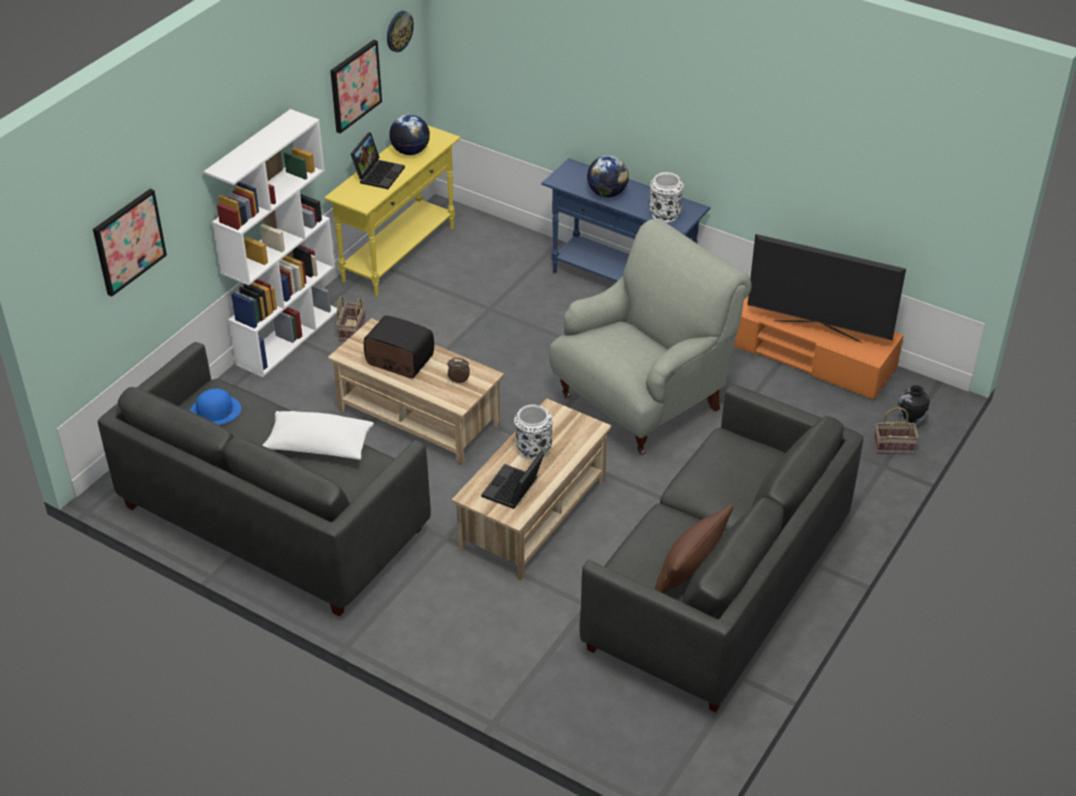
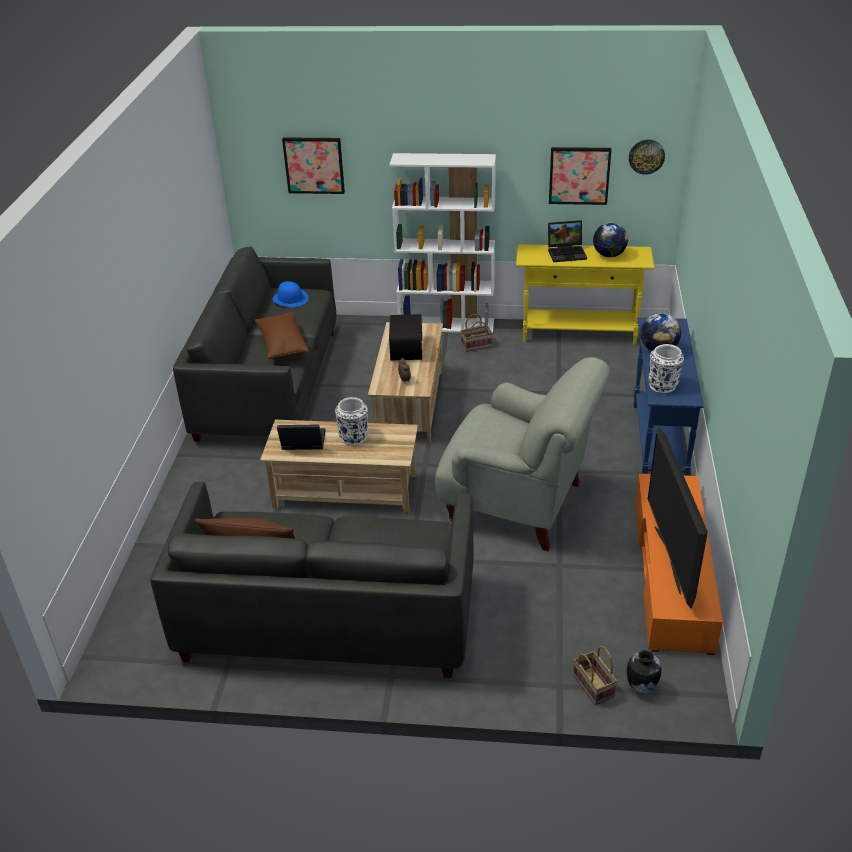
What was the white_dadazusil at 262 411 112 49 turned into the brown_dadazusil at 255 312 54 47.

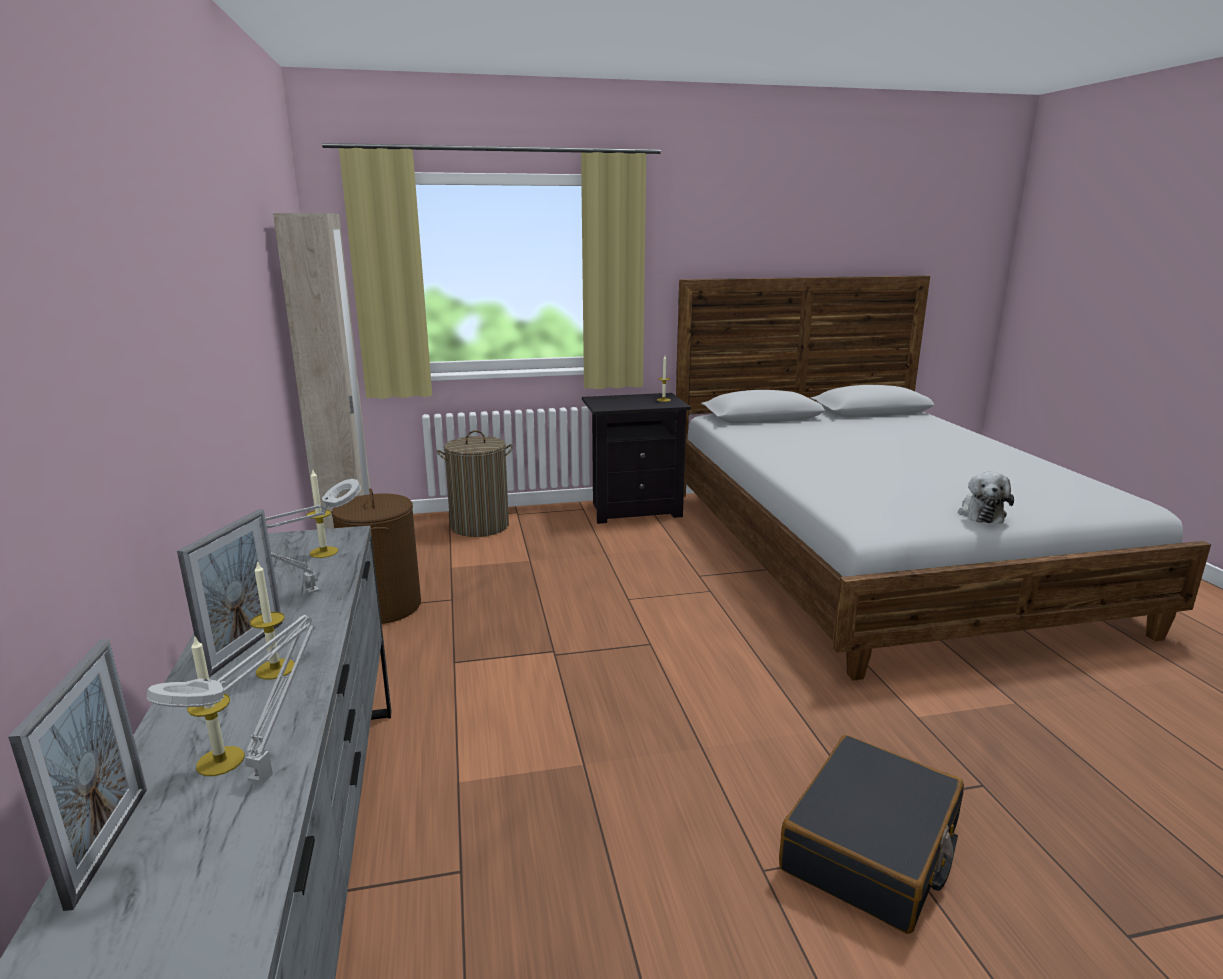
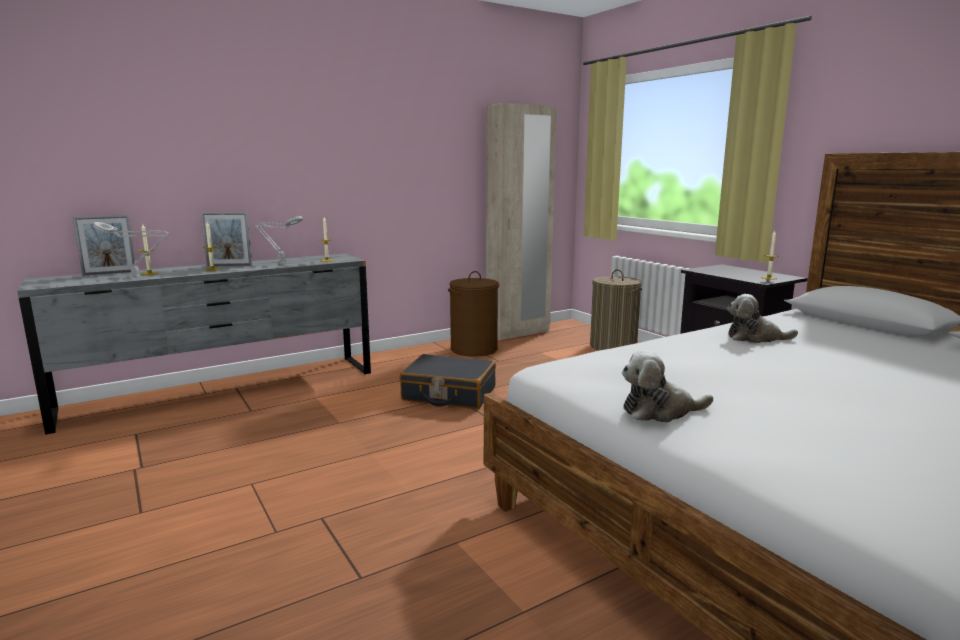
The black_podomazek ended up elsewhere, having gone from 779 735 185 199 to 399 354 97 55. The second view gained the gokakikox at 727 294 71 49.

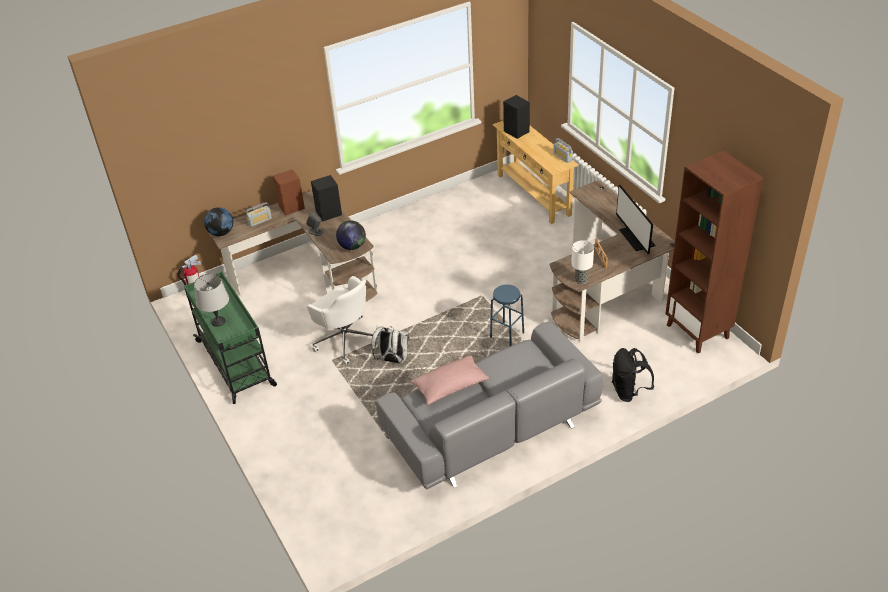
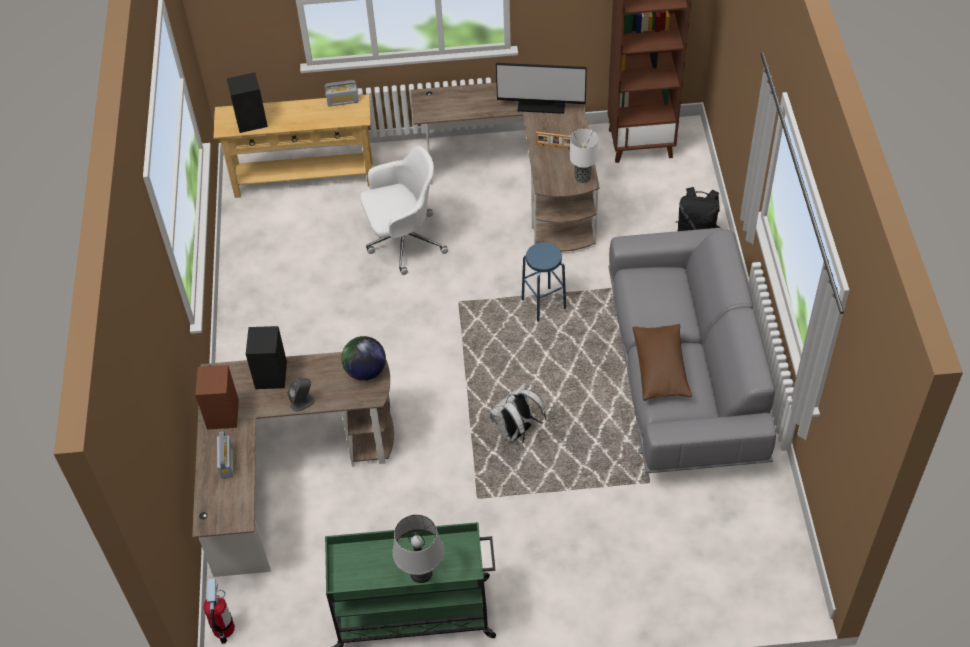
The second view lost the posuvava at 204 207 29 29. The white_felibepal ended up elsewhere, having gone from 307 276 72 89 to 360 146 88 129. What was the pink_dadazusil at 411 355 78 50 turned into the brown_dadazusil at 633 324 59 77.

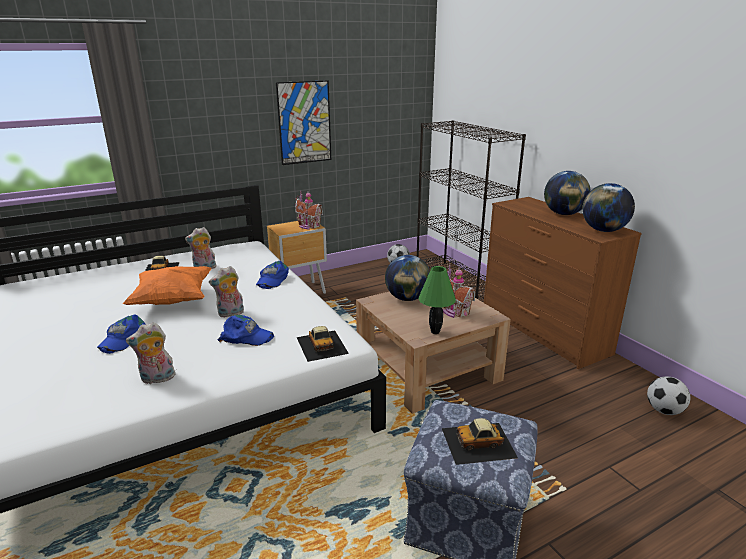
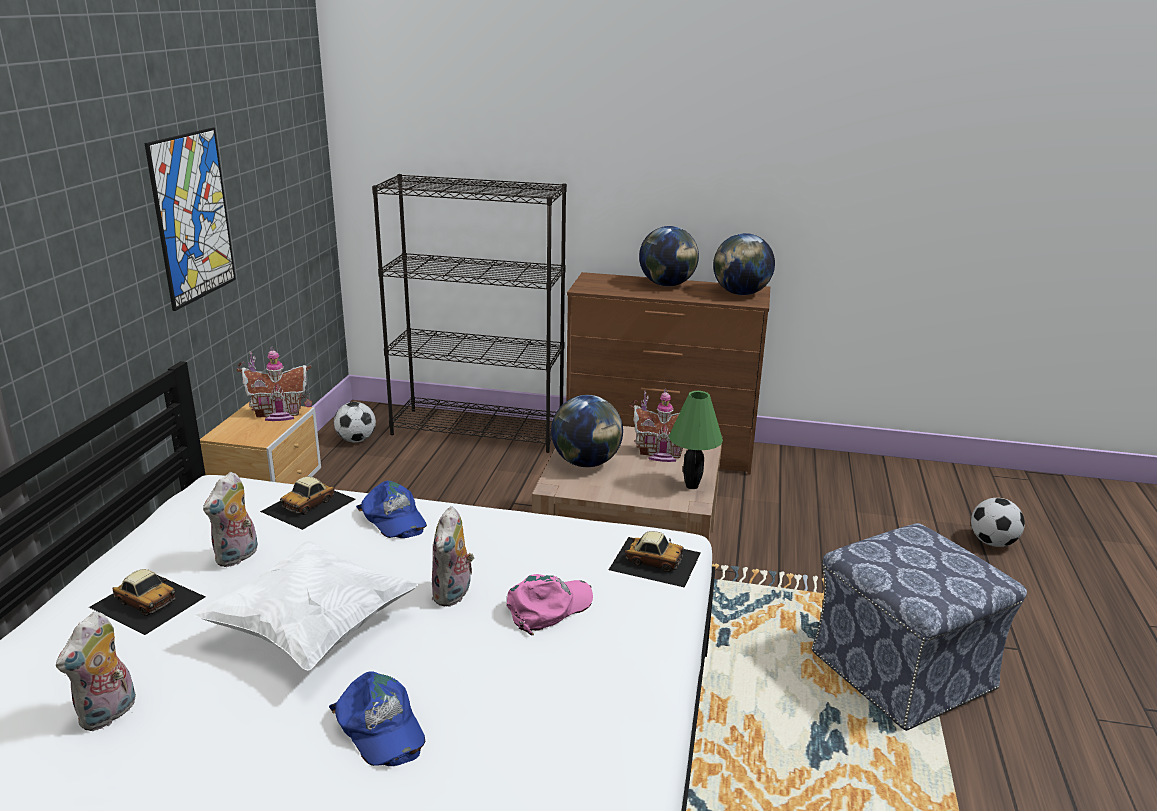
What was the orange_dadazusil at 123 266 89 39 turned into the white_dadazusil at 193 541 225 130. What was the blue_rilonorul at 218 315 56 31 turned into the pink_rilonorul at 506 574 87 61. The gokakikox ended up elsewhere, having gone from 126 322 50 62 to 56 612 80 119. The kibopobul ended up elsewhere, having gone from 647 376 44 39 to 971 498 54 49. The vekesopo ended up elsewhere, having gone from 442 418 76 47 to 260 477 96 53.

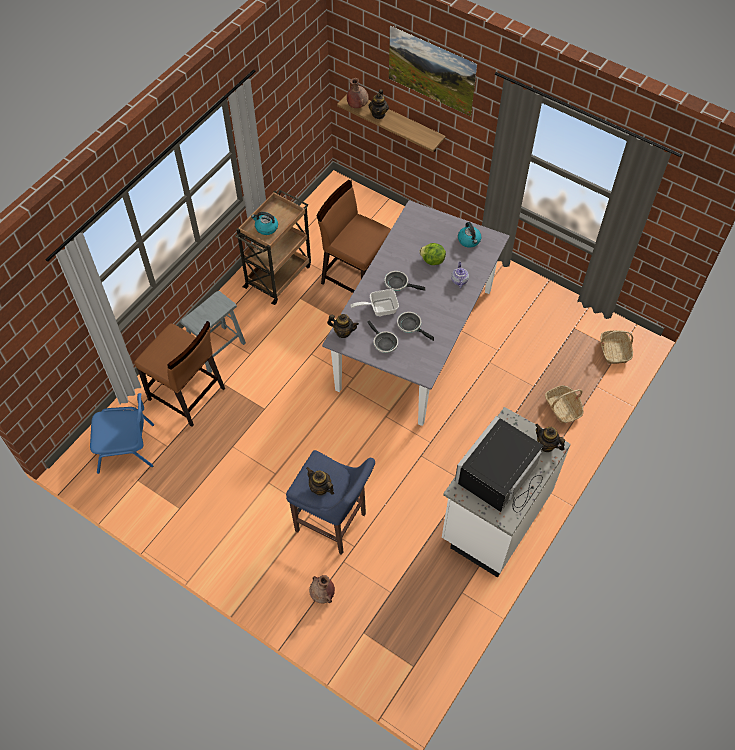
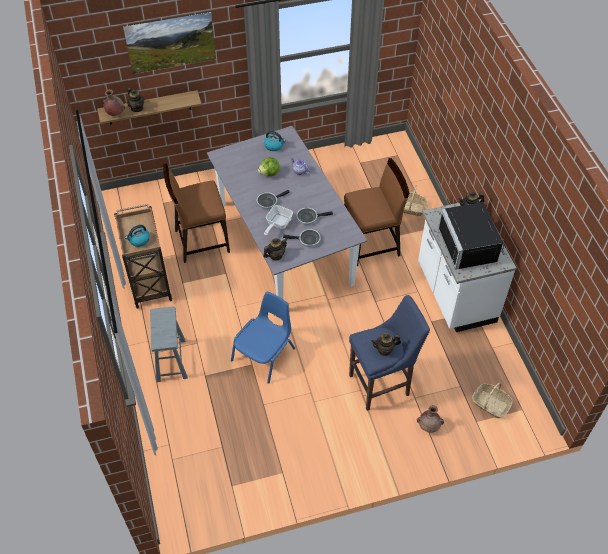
The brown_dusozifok ended up elsewhere, having gone from 134 321 91 106 to 344 158 66 108. The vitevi ended up elsewhere, having gone from 600 330 33 34 to 472 382 41 36. The blue_dusozifok ended up elsewhere, having gone from 90 393 64 81 to 231 292 64 92.

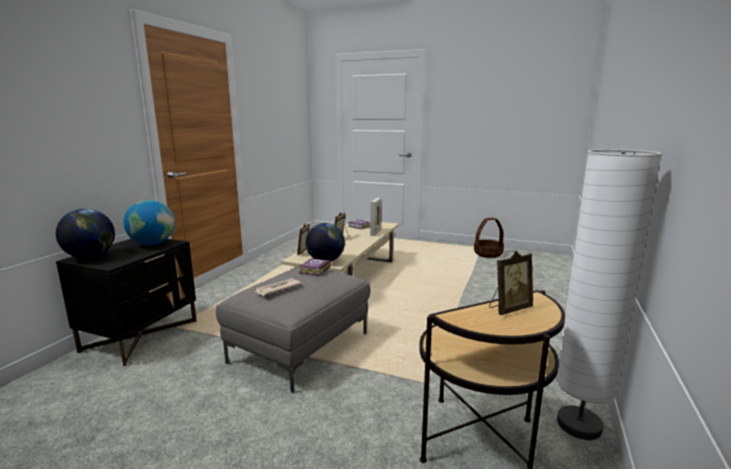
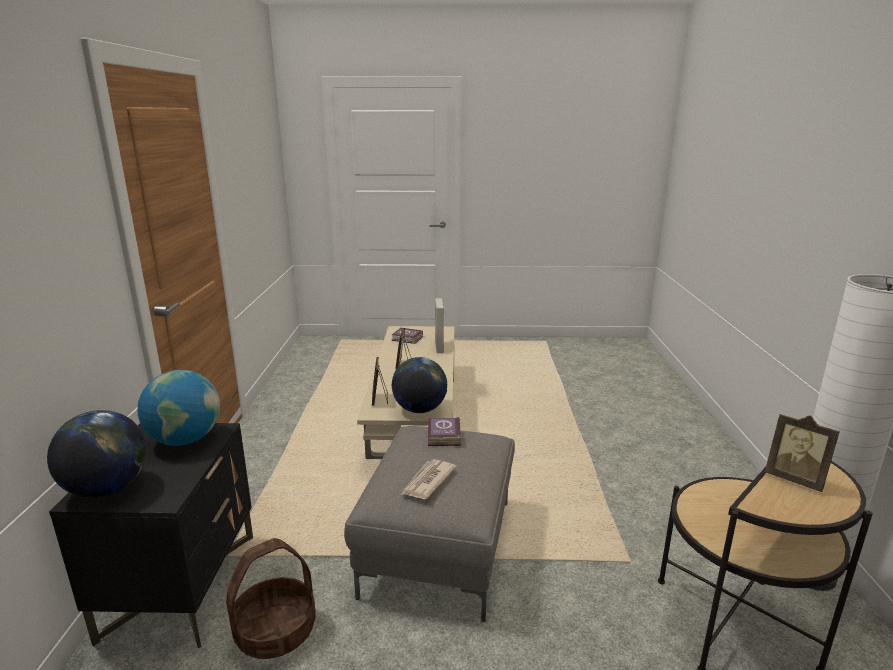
The vitevi ended up elsewhere, having gone from 474 218 30 40 to 226 538 90 121. The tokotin at 489 251 44 64 ended up facing another way, 90 degrees clockwise from before.

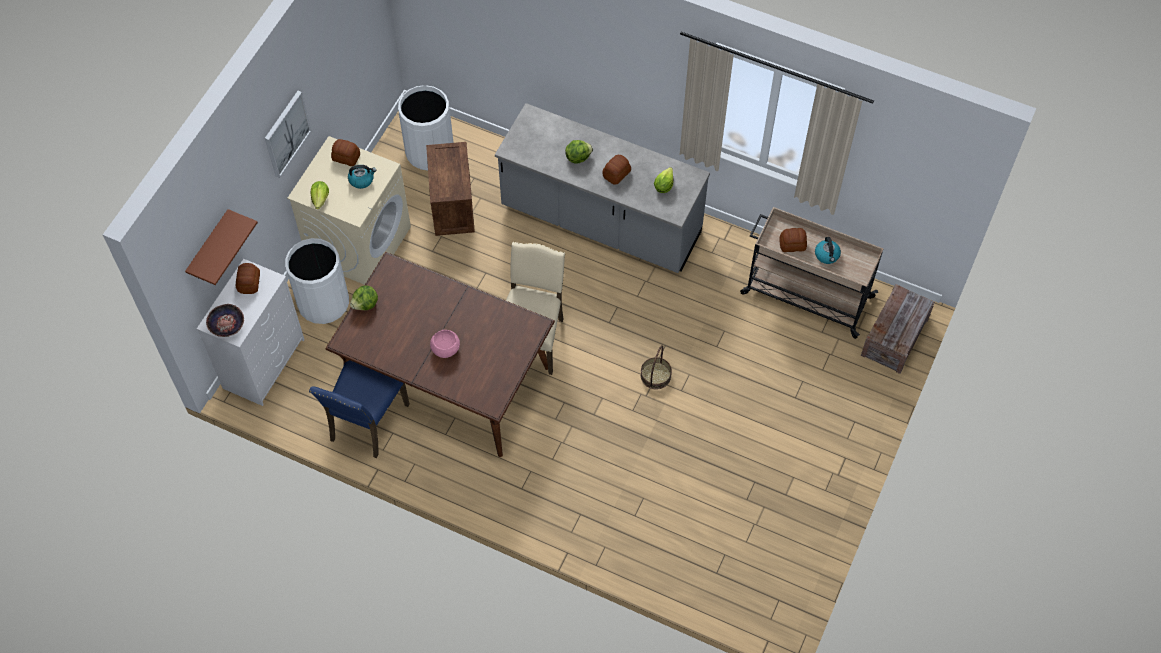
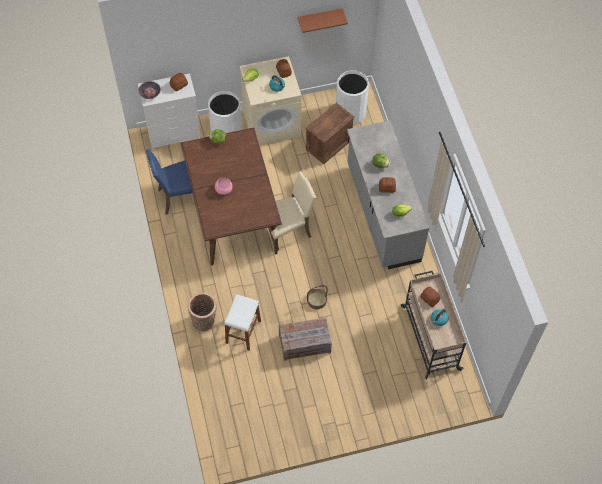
The second view lost the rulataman at 265 91 46 87. The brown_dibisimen ended up elsewhere, having gone from 185 209 73 76 to 297 8 51 25. The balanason ended up elsewhere, having gone from 861 284 74 90 to 279 318 53 43. The second view gained the vitevi at 188 292 29 39. The second view gained the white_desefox at 224 294 37 57.

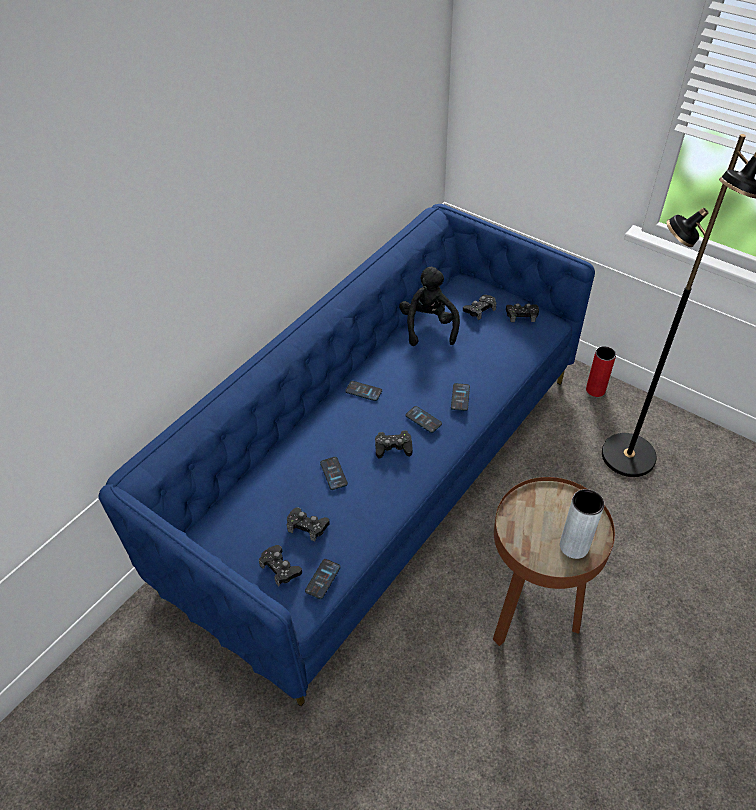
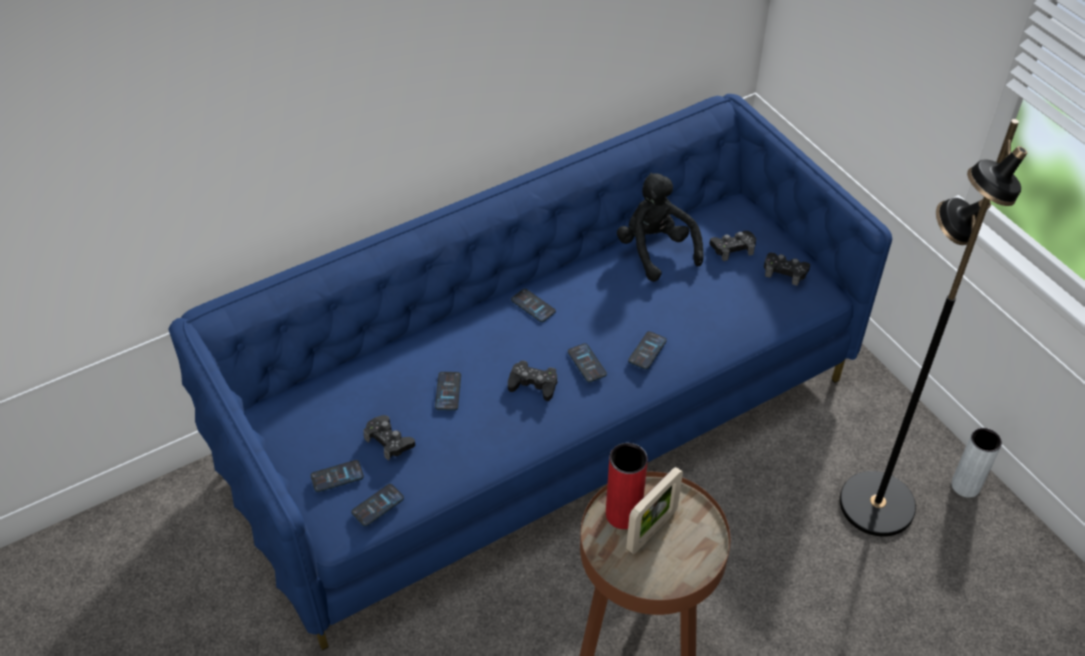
The black_gokakikox at 399 267 61 79 ended up facing another way, 45 degrees counterclockwise from before. The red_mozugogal ended up elsewhere, having gone from 586 346 30 51 to 606 443 42 86. The grey_mozugogal ended up elsewhere, having gone from 560 489 44 70 to 951 428 51 70. Where the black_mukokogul stood at 259 545 43 41, the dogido came to stand at 310 460 54 32. The second view gained the tokotin at 626 467 57 87.

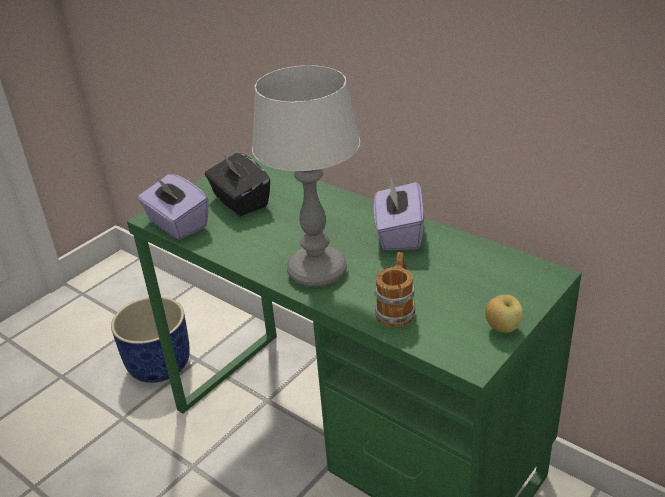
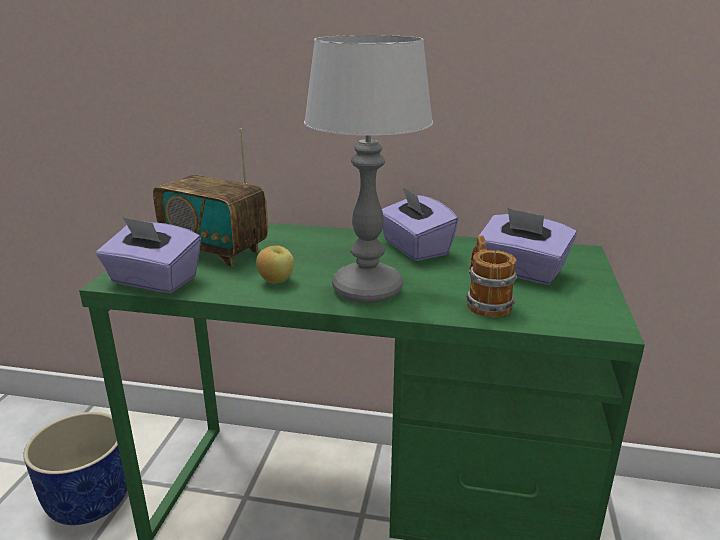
Where the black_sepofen stood at 205 152 65 64, the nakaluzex came to stand at 153 128 115 139. The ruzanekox ended up elsewhere, having gone from 485 295 38 38 to 256 246 38 38. The second view gained the purple_sepofen at 479 208 98 77.

